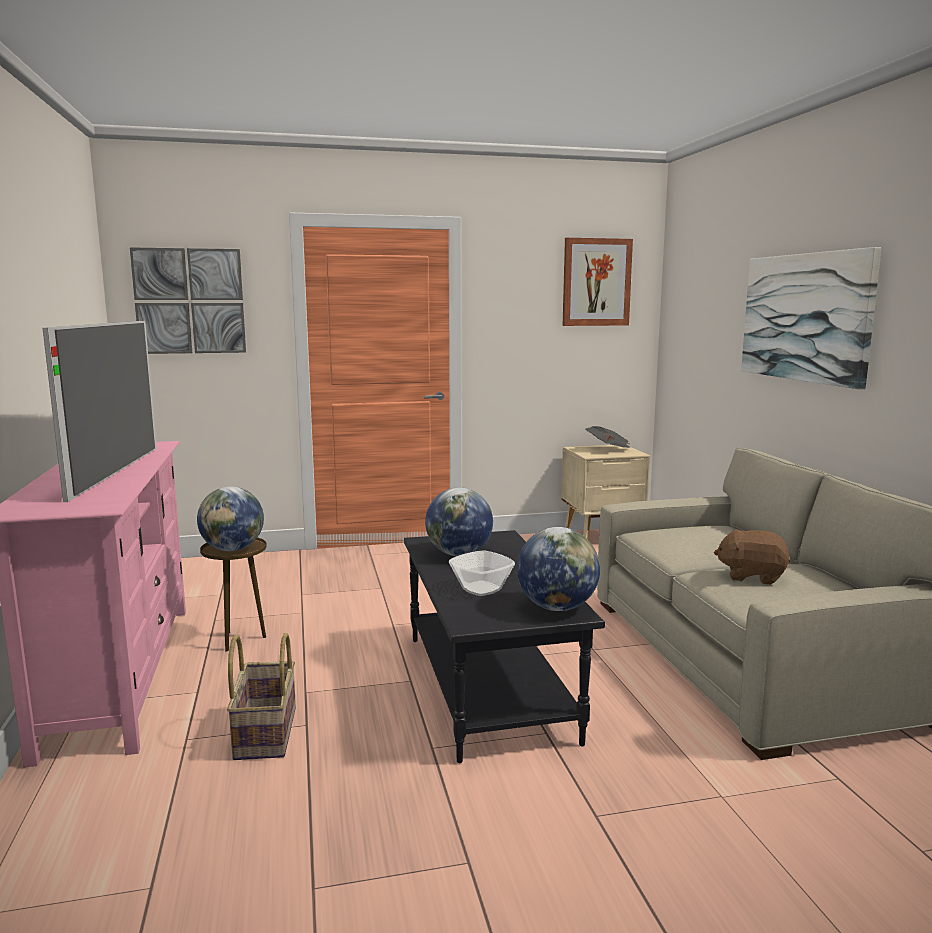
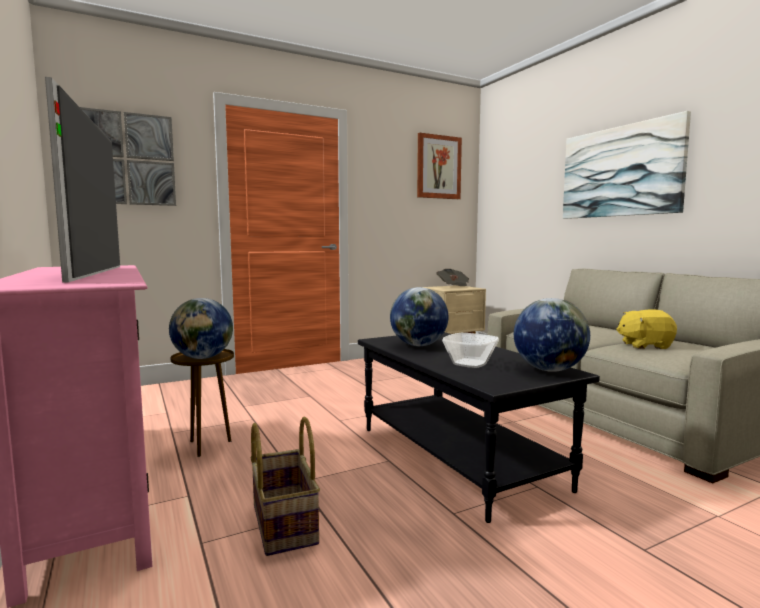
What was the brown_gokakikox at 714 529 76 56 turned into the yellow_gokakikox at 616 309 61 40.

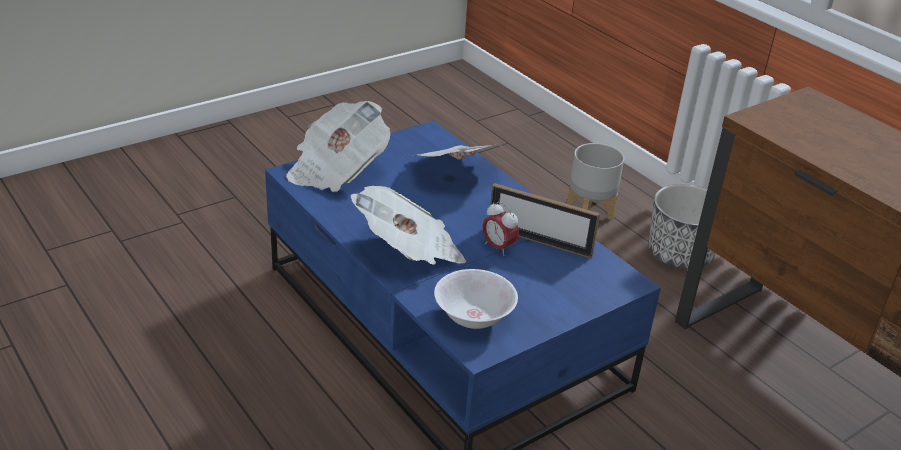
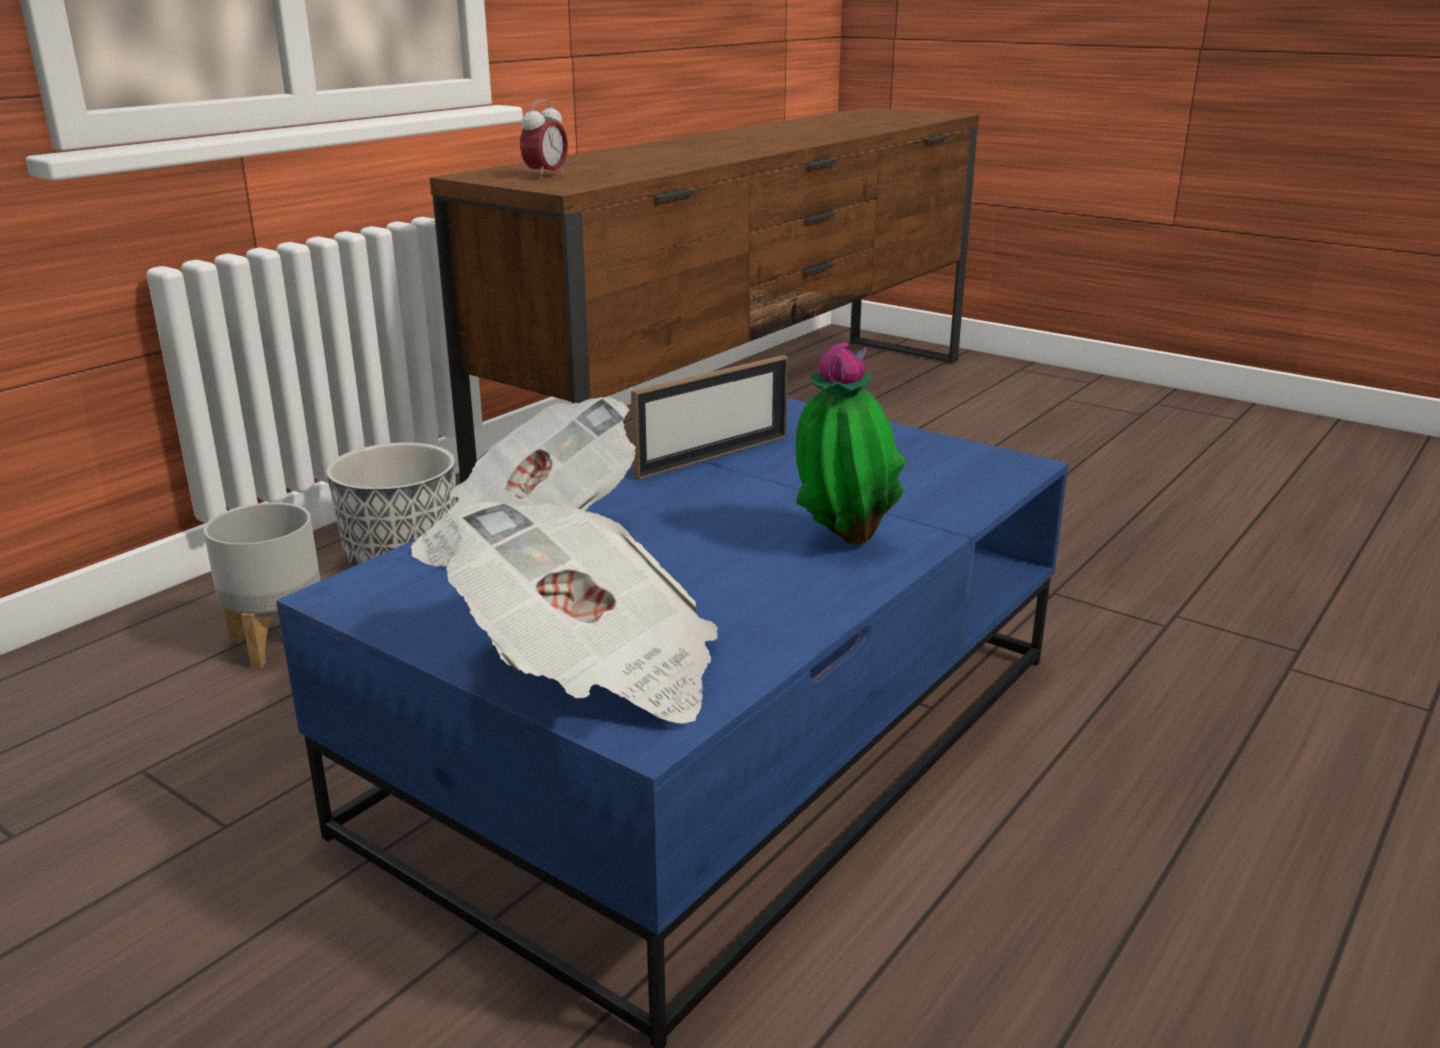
The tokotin at 489 183 111 75 ended up facing another way, 45 degrees clockwise from before. Where the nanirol stood at 351 186 115 79, the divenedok came to stand at 796 342 110 202. The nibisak ended up elsewhere, having gone from 483 202 36 54 to 520 99 48 80. The second view lost the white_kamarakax at 434 269 84 60.

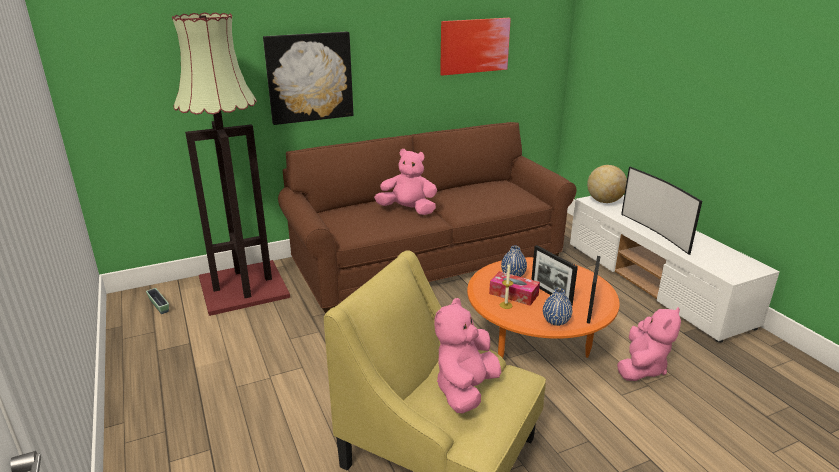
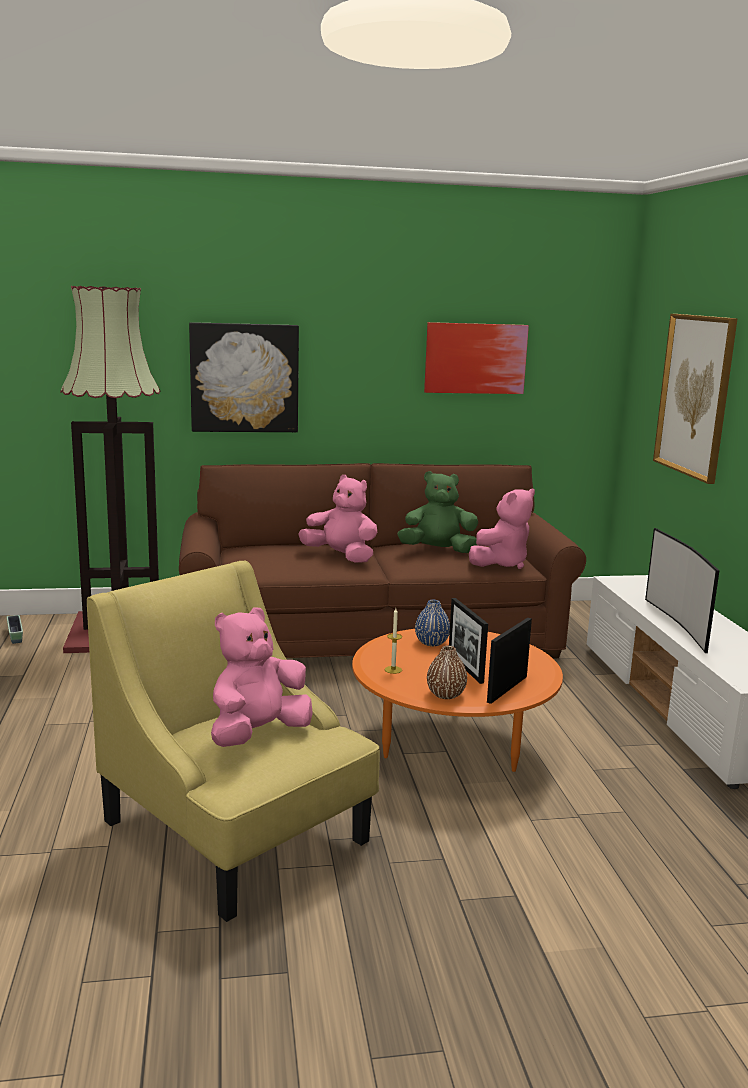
The second view lost the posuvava at 587 165 40 38. The second view lost the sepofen at 489 271 51 35. What was the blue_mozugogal at 543 288 29 38 turned into the brown_mozugogal at 427 646 40 53. The pink_gokakikox ended up elsewhere, having gone from 617 307 64 74 to 469 489 66 80. The second view gained the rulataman at 653 314 85 170. The second view gained the green_gokakikox at 397 471 81 82.

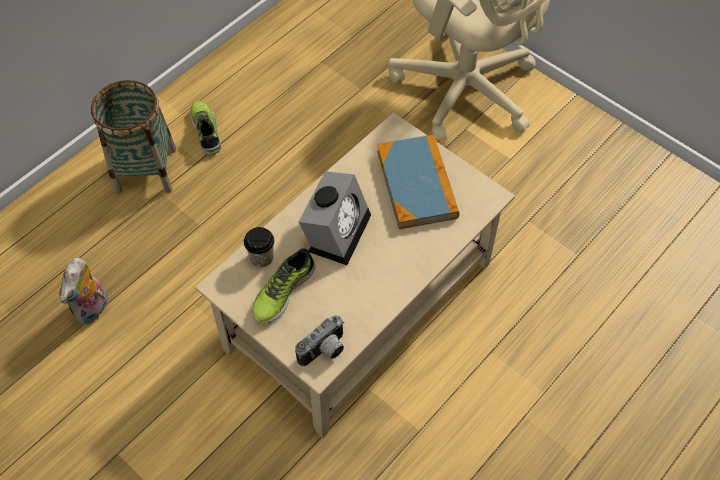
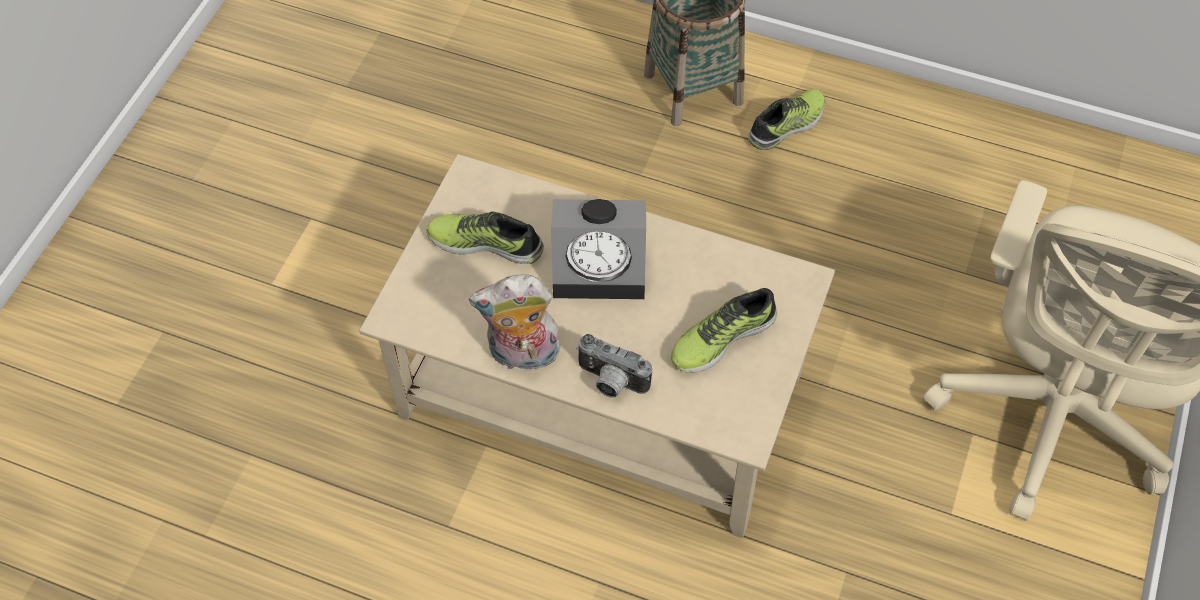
Where the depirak stood at 377 135 82 94, the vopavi came to stand at 671 288 106 85. The second view lost the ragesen at 244 227 30 40. The gokakikox ended up elsewhere, having gone from 60 258 48 67 to 469 274 92 96. The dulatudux ended up elsewhere, having gone from 295 315 49 52 to 576 334 76 63.

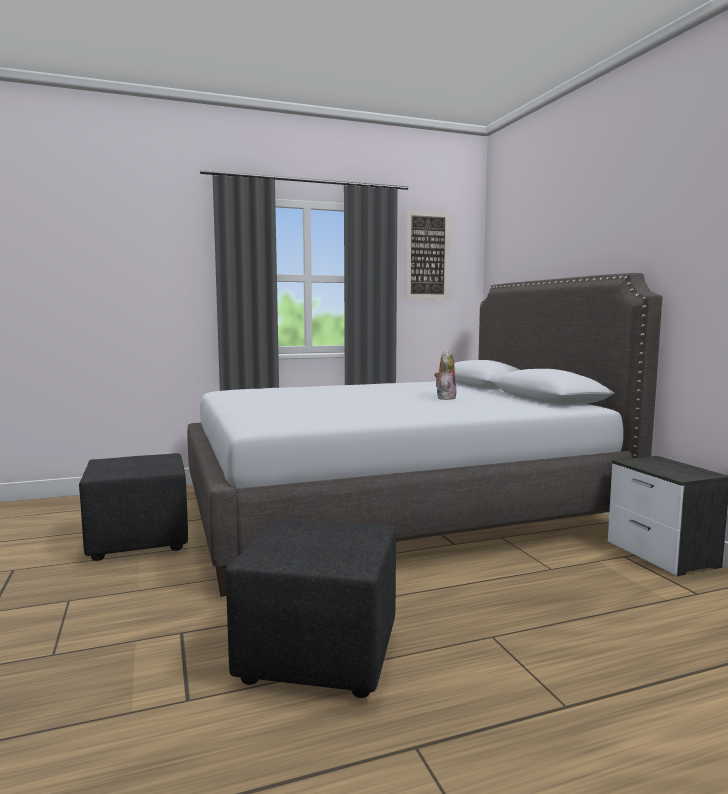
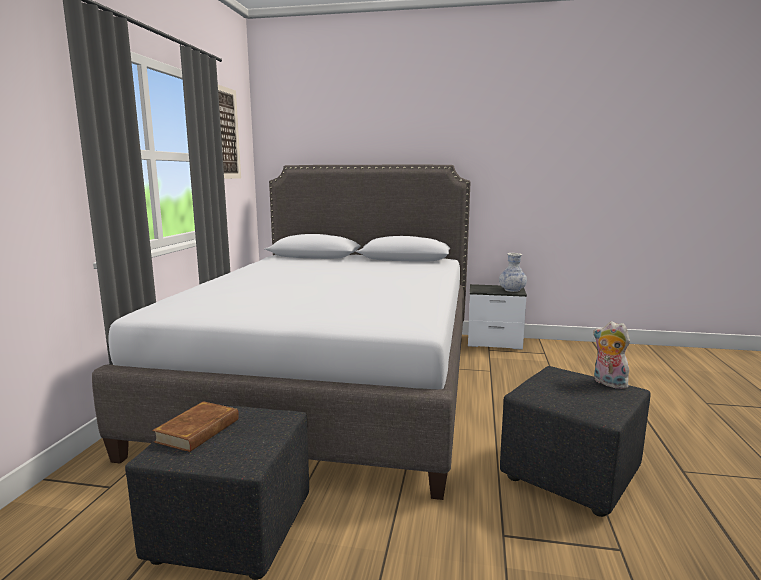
The gokakikox ended up elsewhere, having gone from 434 349 22 51 to 593 321 37 68. The second view gained the mozugogal at 499 253 28 39. The second view gained the brown_depirak at 152 401 87 51.

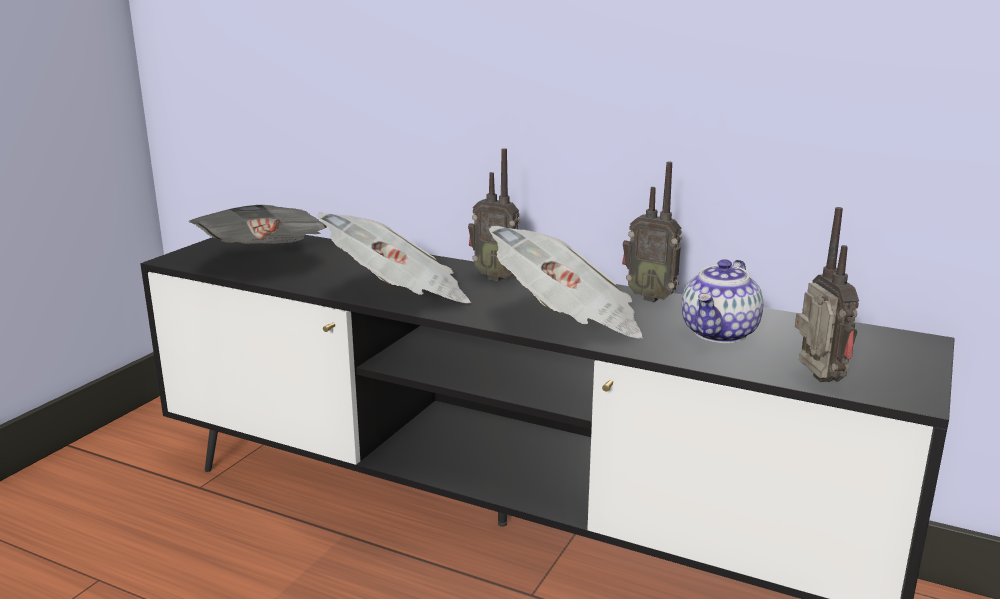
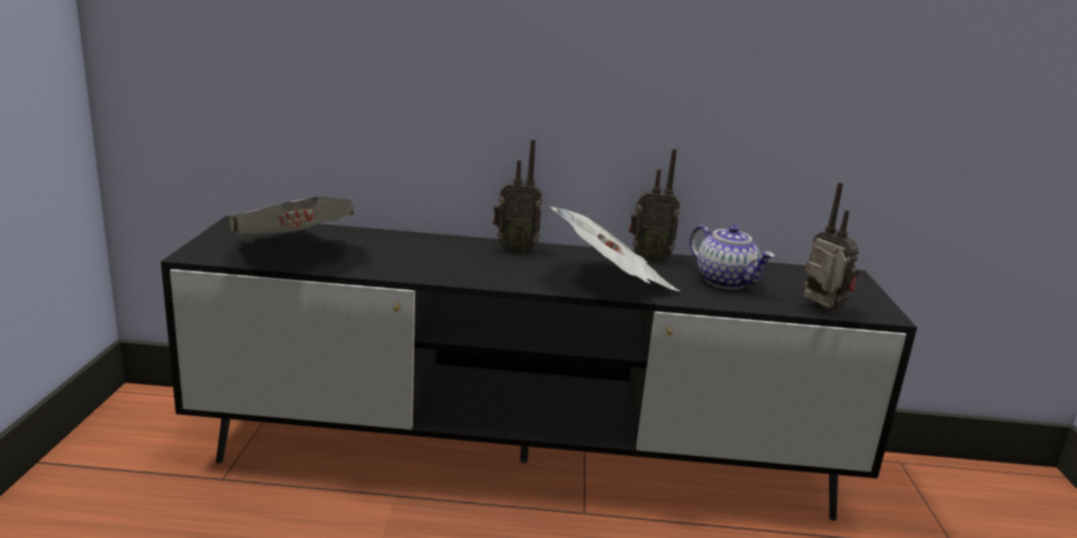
The second view lost the nanirol at 317 213 155 90. The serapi at 682 259 81 84 ended up facing another way, 45 degrees counterclockwise from before.

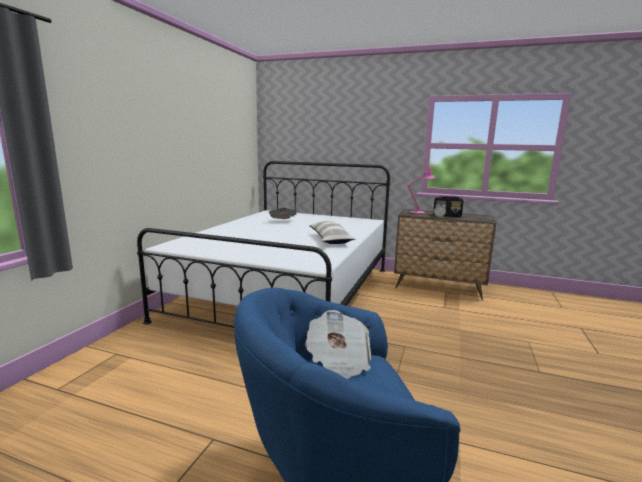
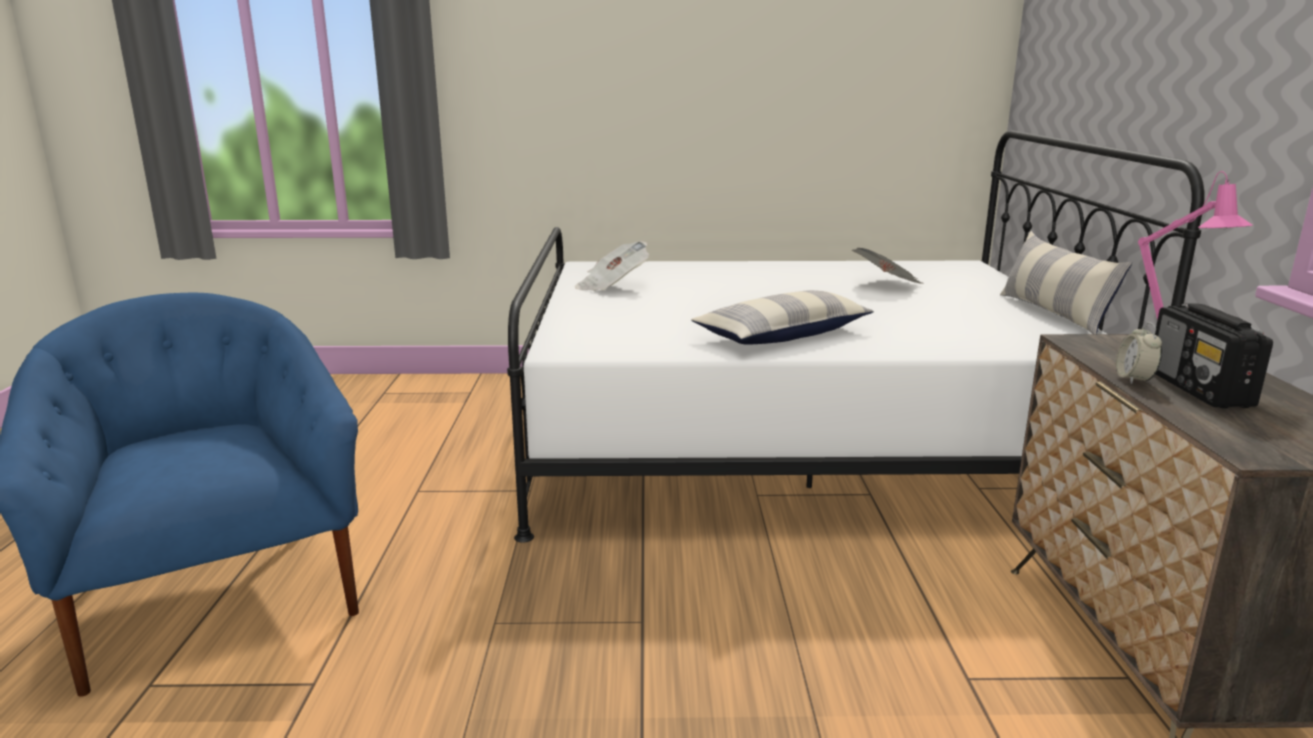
The nanirol ended up elsewhere, having gone from 305 310 66 69 to 575 241 74 50. The second view gained the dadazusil at 1000 231 132 103.

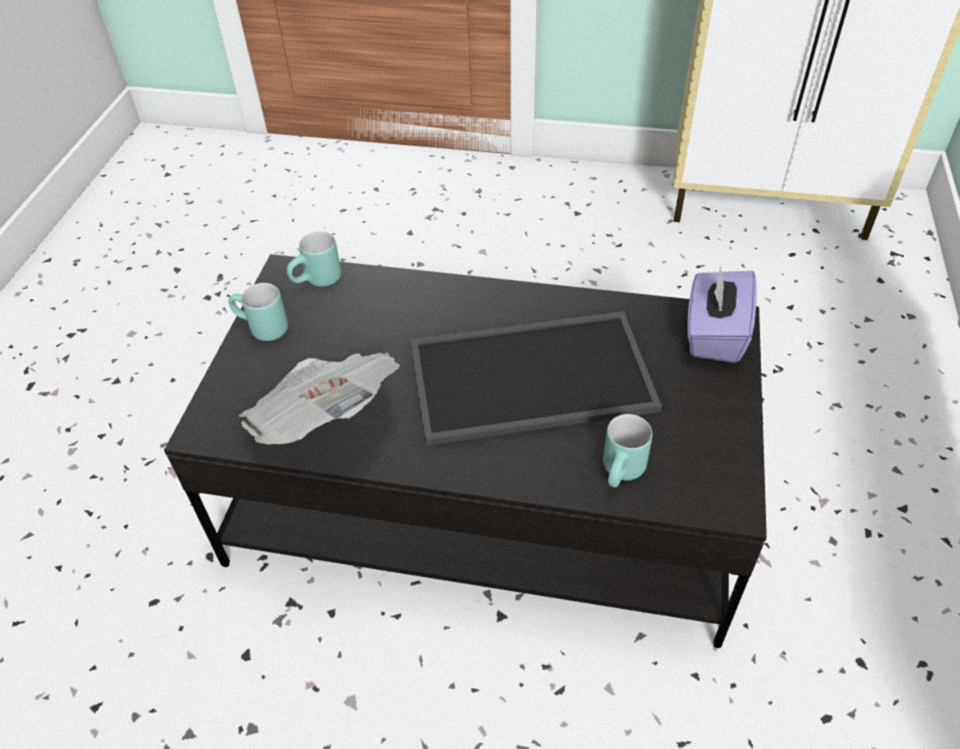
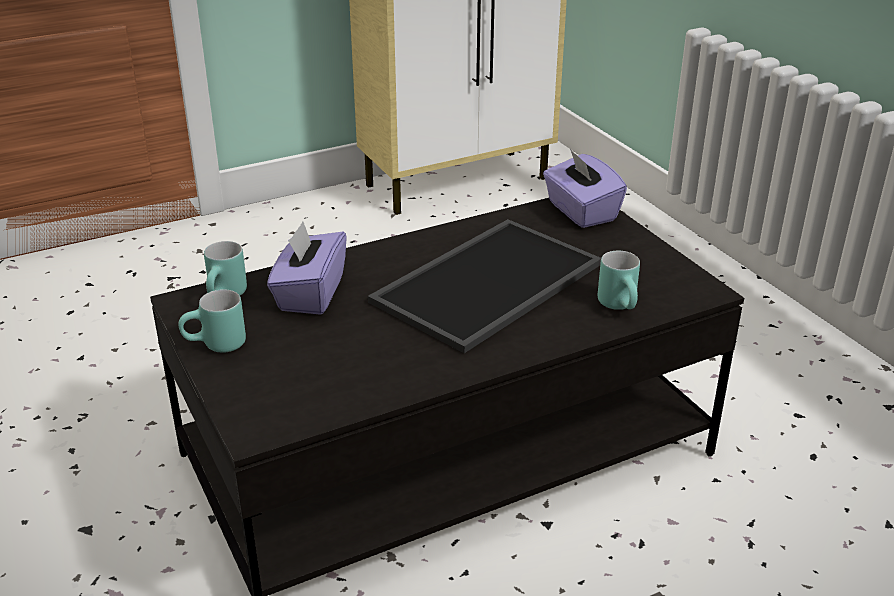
The second view lost the nanirol at 239 352 161 93. The second view gained the purple_sepofen at 267 221 80 94.

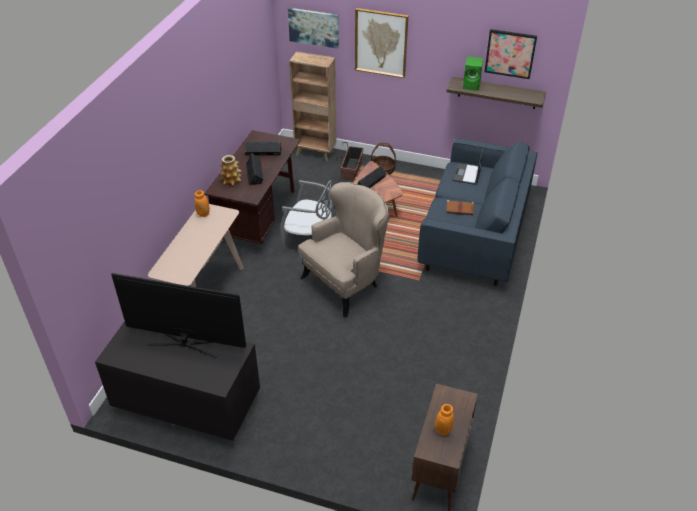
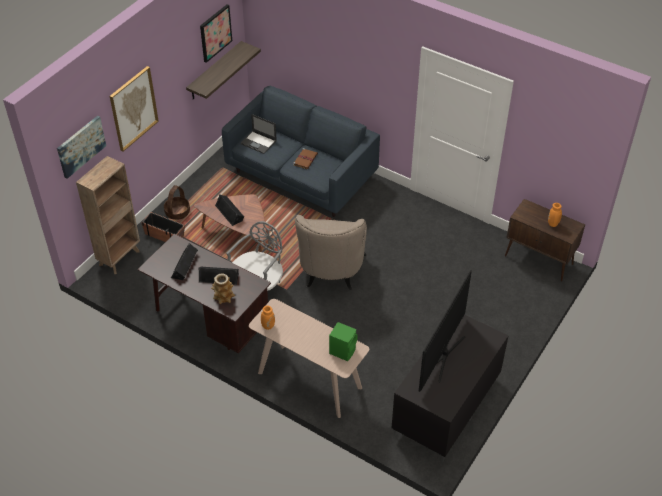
The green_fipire ended up elsewhere, having gone from 463 56 20 34 to 329 322 29 39. The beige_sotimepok at 298 182 92 136 ended up facing another way, 150 degrees counterclockwise from before.

